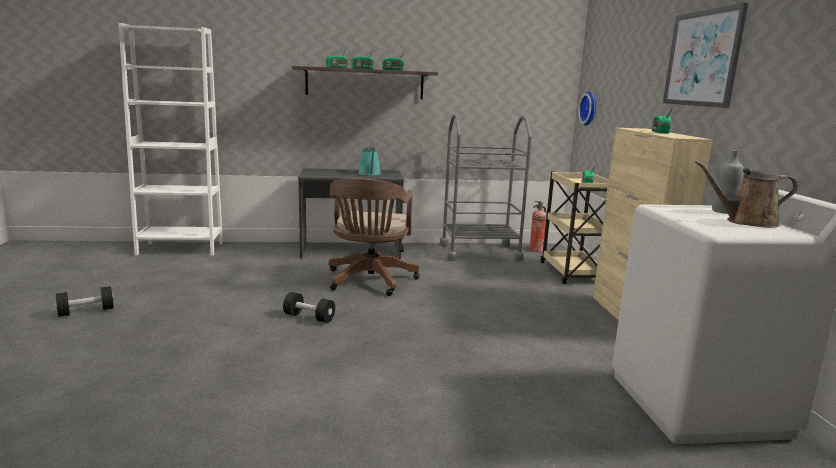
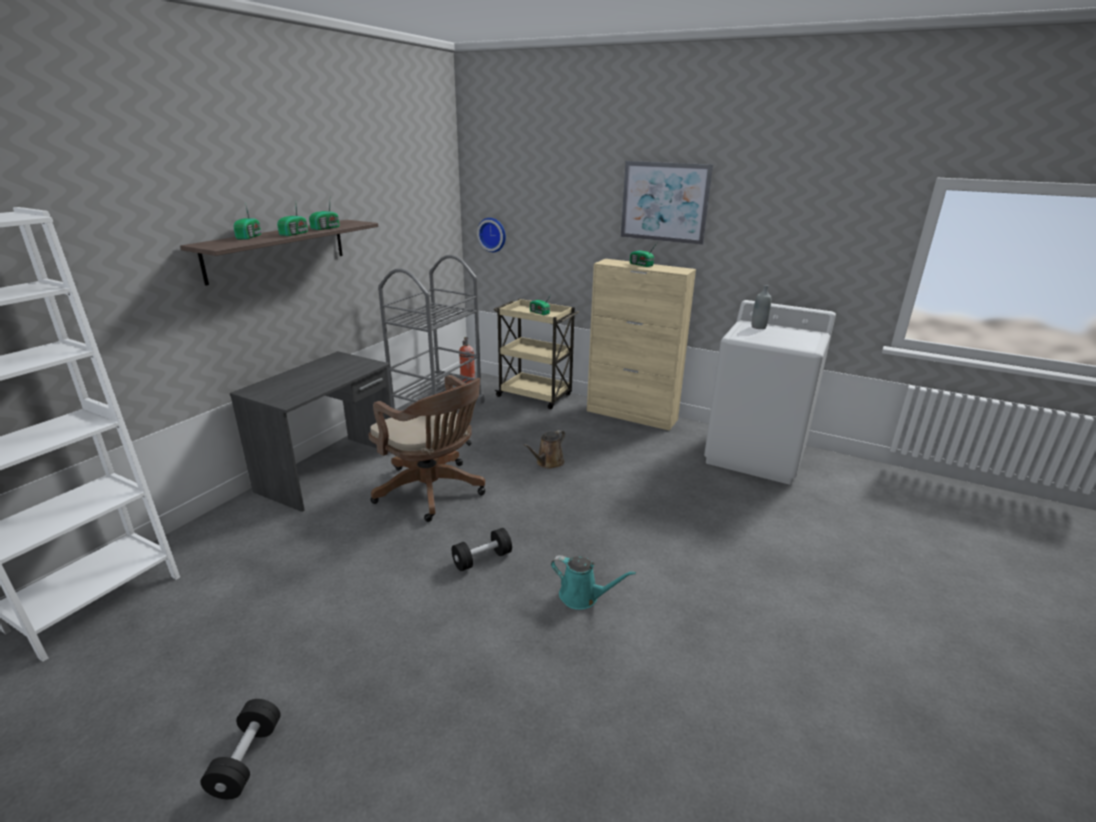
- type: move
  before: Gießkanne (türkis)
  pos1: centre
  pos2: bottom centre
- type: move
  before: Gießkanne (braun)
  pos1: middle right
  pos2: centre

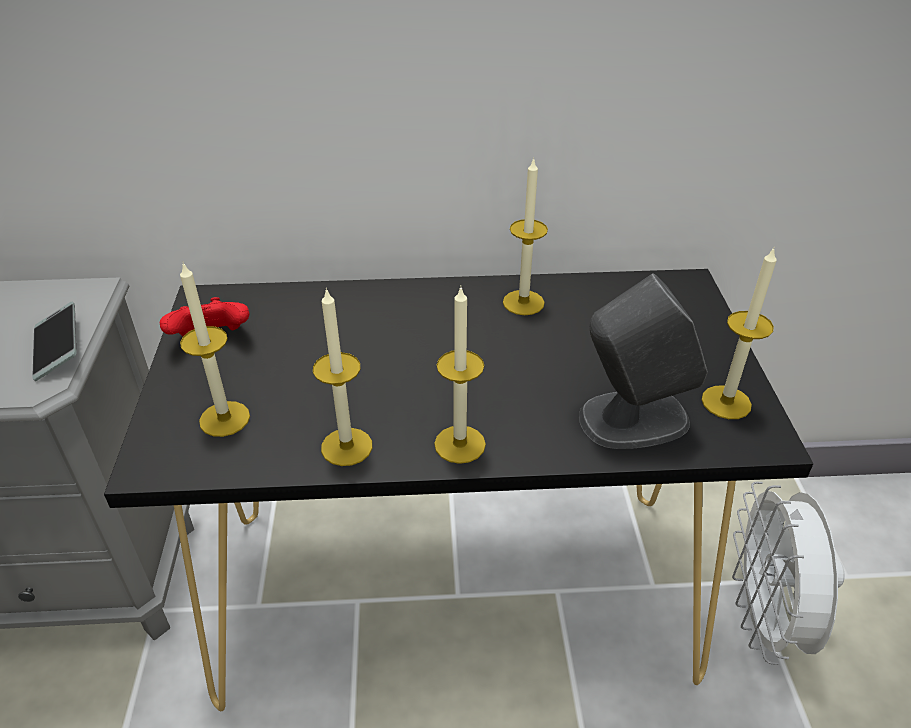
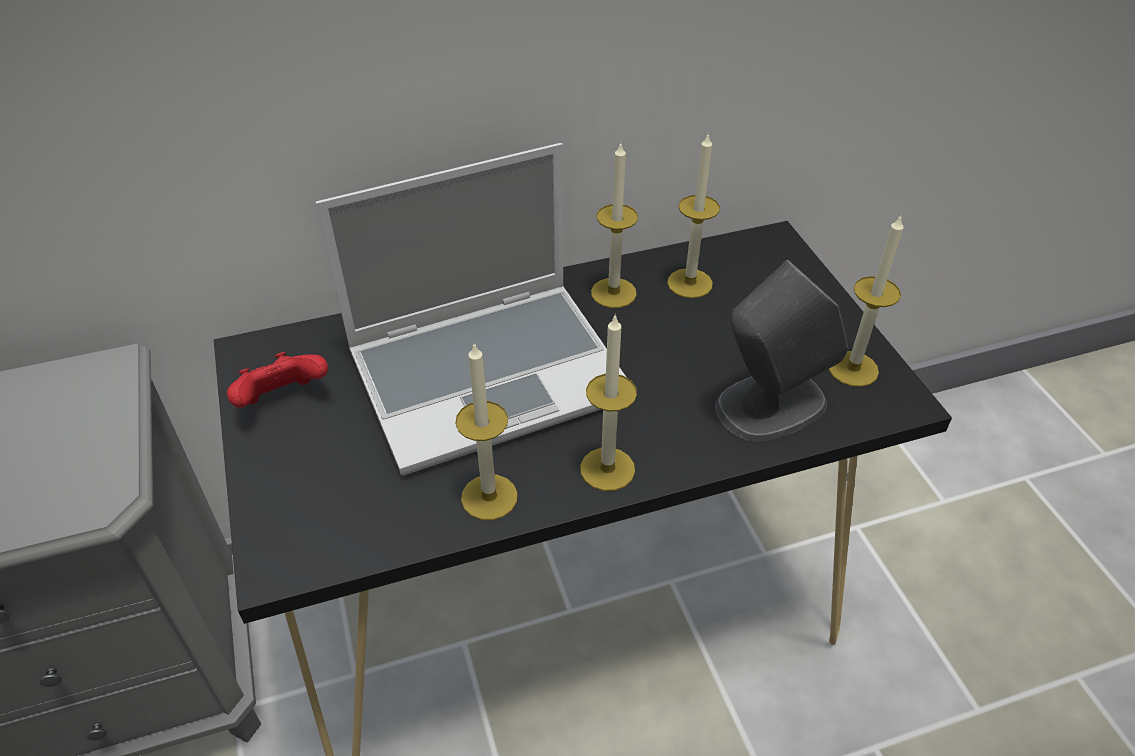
- type: delete
  before: Handy
  pos1: middle left
- type: delete
  before: Ventilator (weiß)
  pos1: bottom right
- type: insert
  after: Laptop
  pos2: centre
- type: move
  before: Kerze (1st from left in the first image)
  after: Kerze (4th from left)
  pos1: middle left
  pos2: top centre

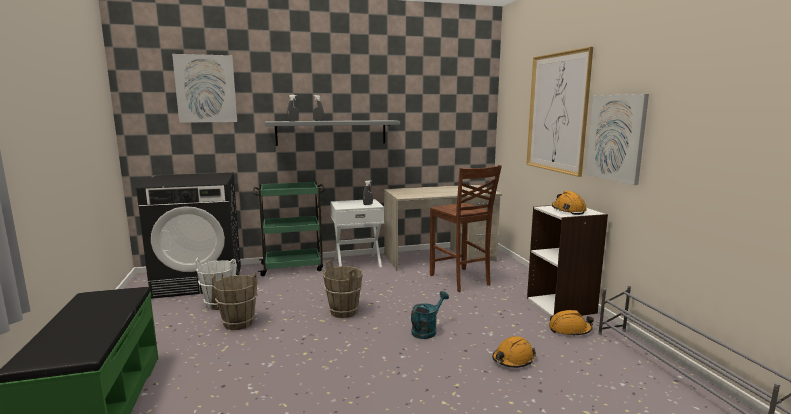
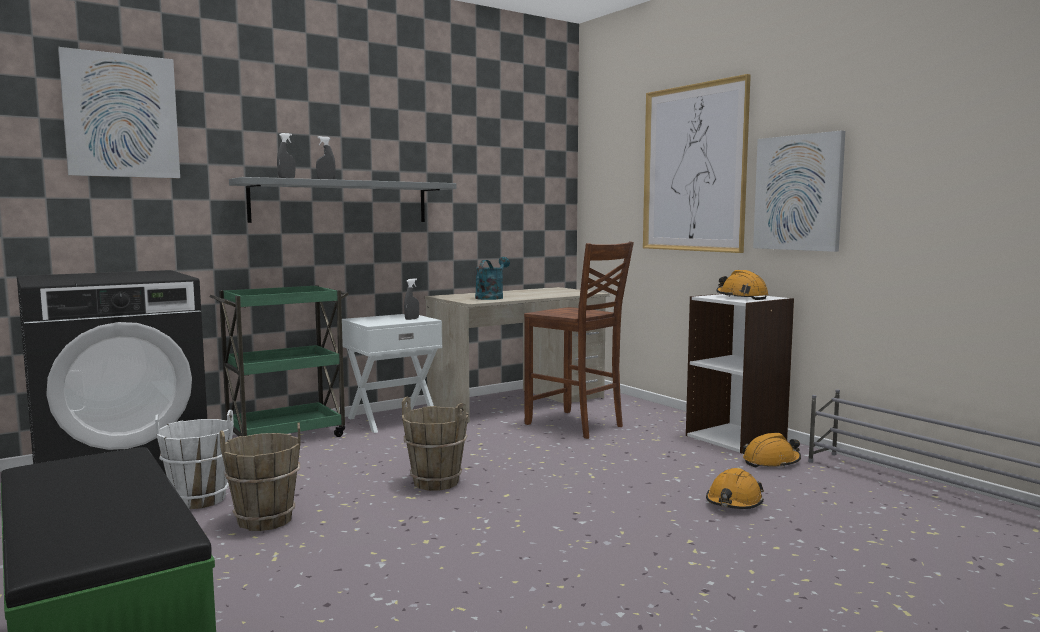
- type: move
  before: Gießkanne (türkis)
  pos1: bottom centre
  pos2: centre

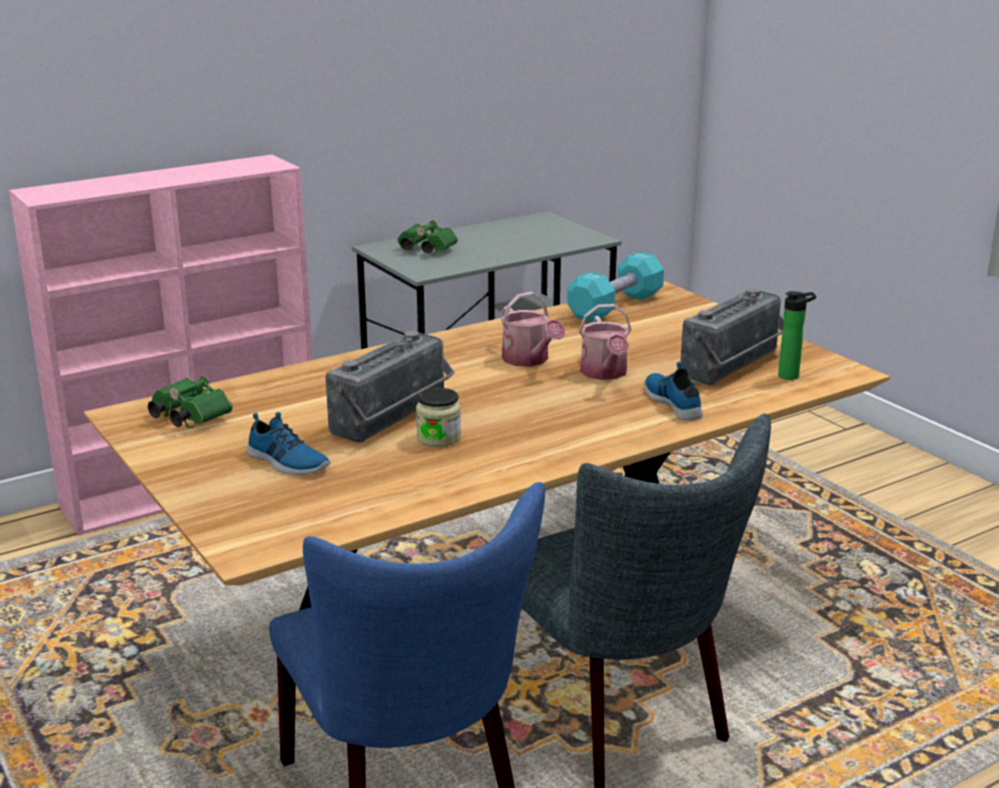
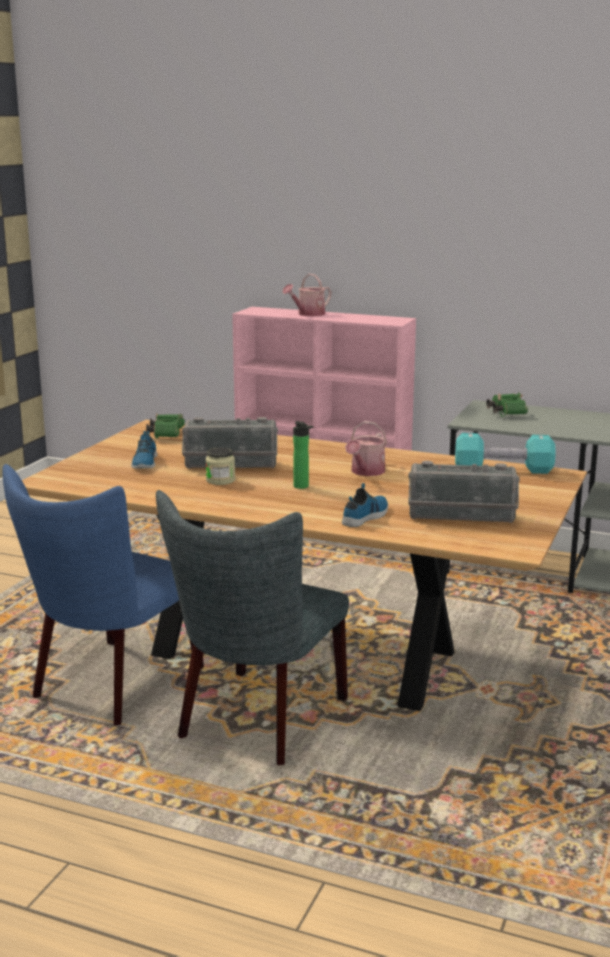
- type: move
  before: Gießkanne (2nd from left in the first image)
  after: Gießkanne (1st from left)
  pos1: centre
  pos2: top centre
- type: move
  before: Flasche
  pos1: middle right
  pos2: centre

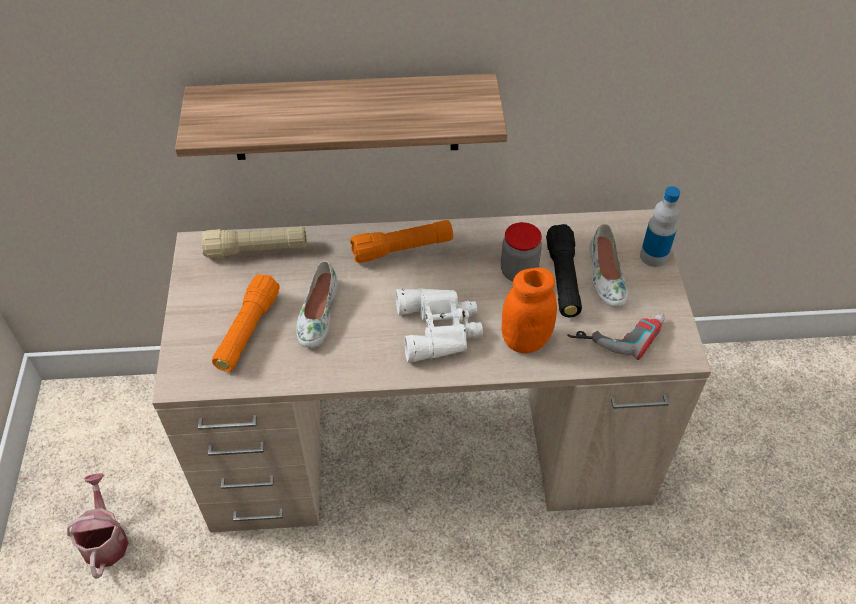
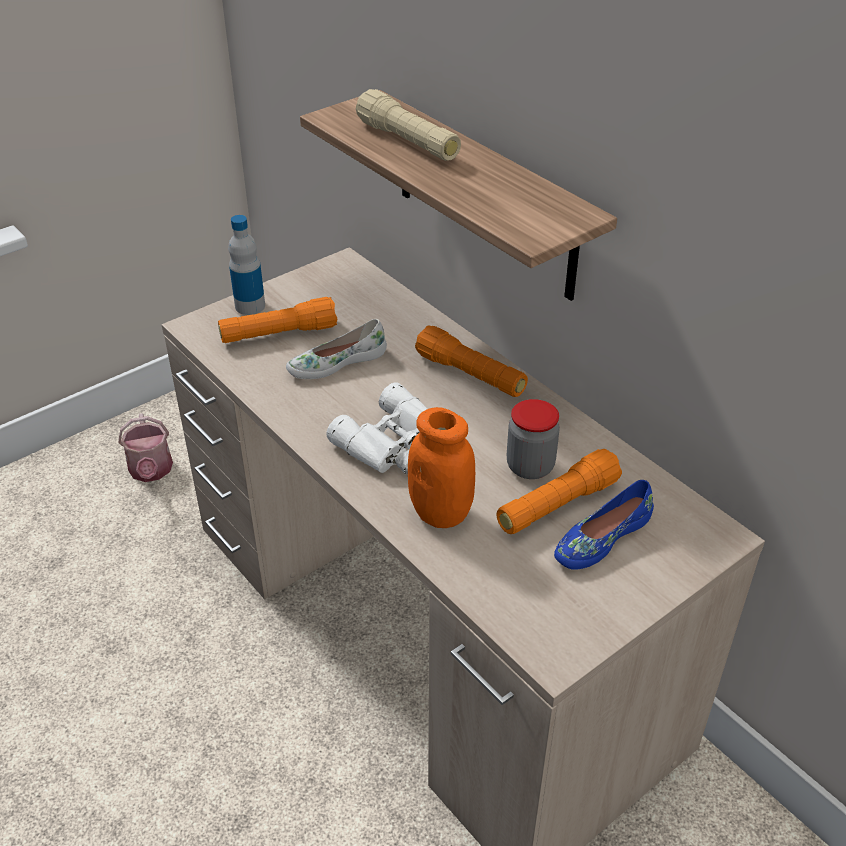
- type: delete
  before: Bohrmaschine
  pos1: middle right
- type: move
  before: Taschenlampe (beige)
  pos1: middle left
  pos2: top centre
- type: move
  before: Flasche
  pos1: middle right
  pos2: top left
- type: recolor
  before: Taschenlampe (schwarz)
  after: Taschenlampe (orange) (3rd from left)
  pos1: centre
  pos2: centre
- type: recolor
  before: Schuh (weiß) (2nd from left)
  after: Schuh (blau)
  pos1: middle right
  pos2: middle right
- type: rotate
  before: Gießkanne
  pos1: bottom left
  pos2: middle left
  turn: 120

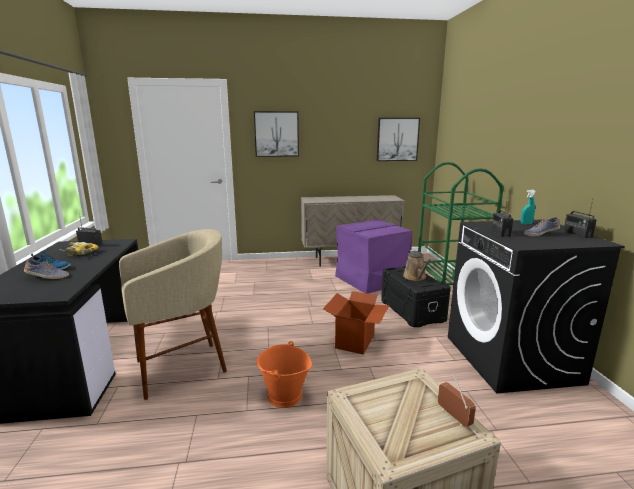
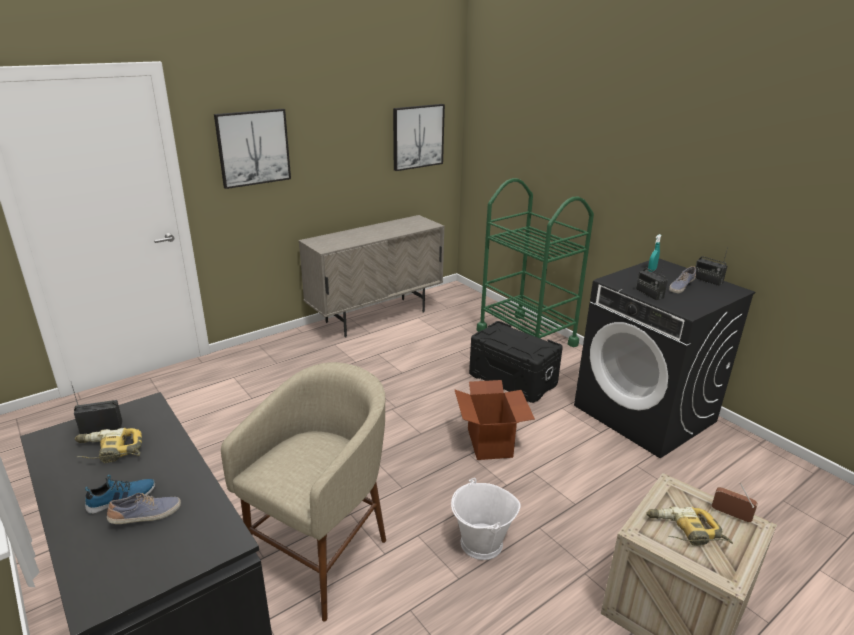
- type: delete
  before: Aufbewahrungsbox (lila)
  pos1: centre
- type: delete
  before: Gießkanne (braun)
  pos1: centre
- type: insert
  after: Bohrmaschine (2nd from left)
  pos2: bottom right
- type: recolor
  before: Eimer (orange)
  after: Eimer (weiß)
  pos1: bottom centre
  pos2: bottom centre

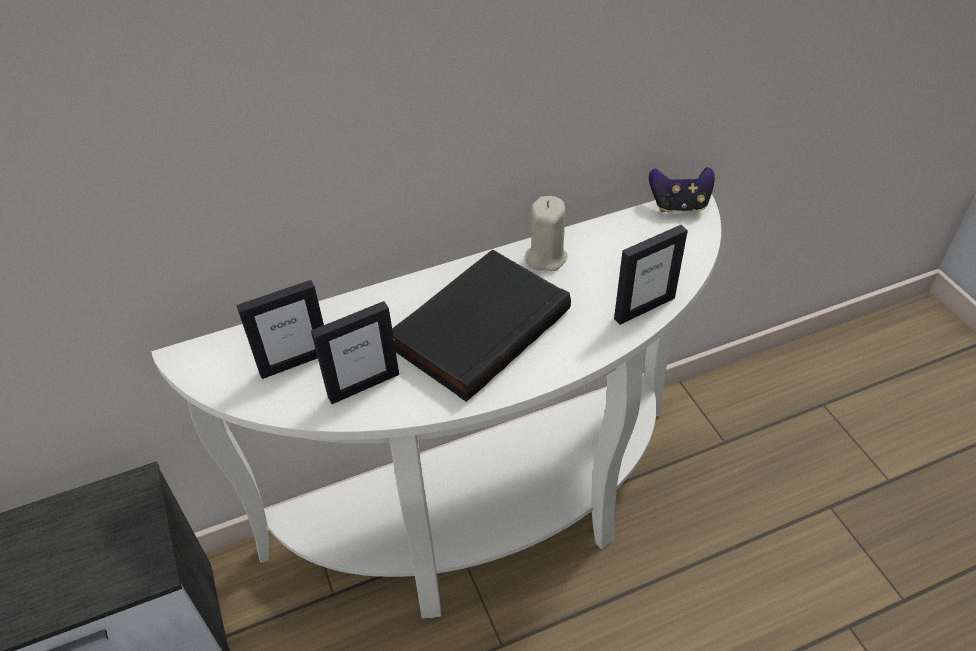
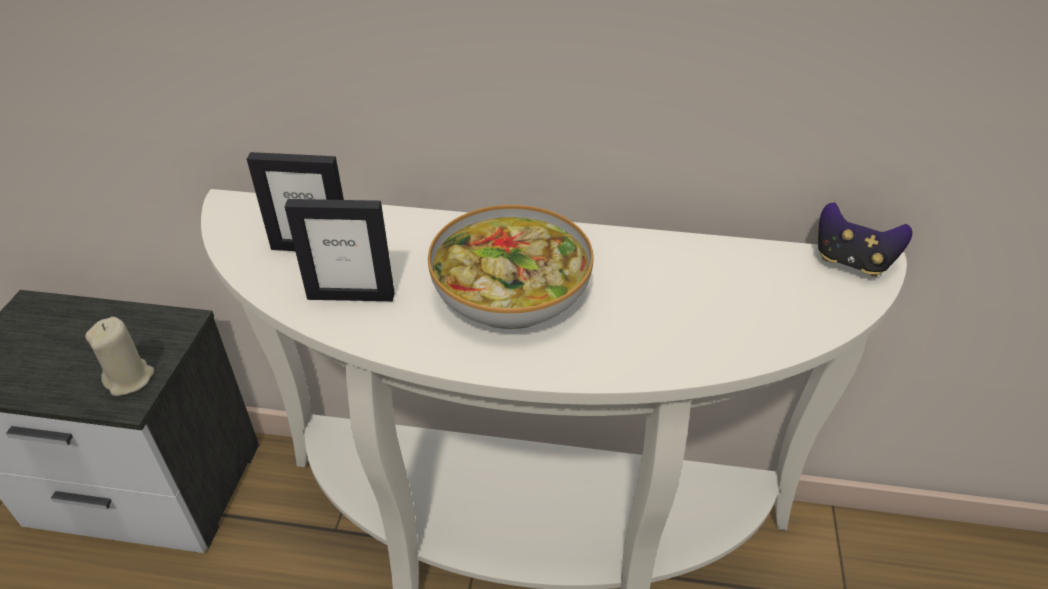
- type: delete
  before: Bilderrahmen (3rd from left)
  pos1: middle right
- type: move
  before: Kerze (beige)
  pos1: centre
  pos2: middle left
- type: replace
  before: Buch (schwarz)
  after: Schüssel
  pos1: centre
  pos2: centre

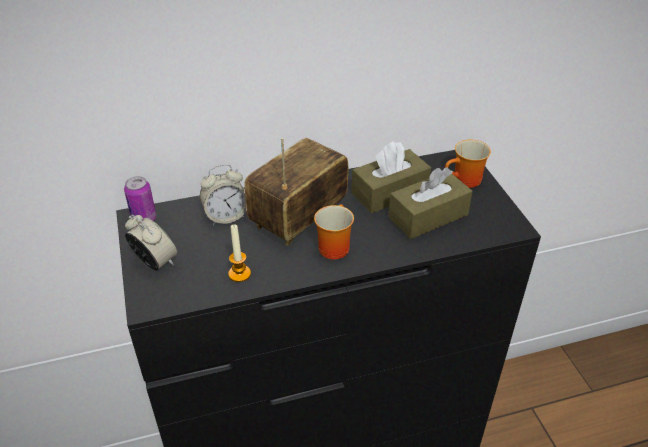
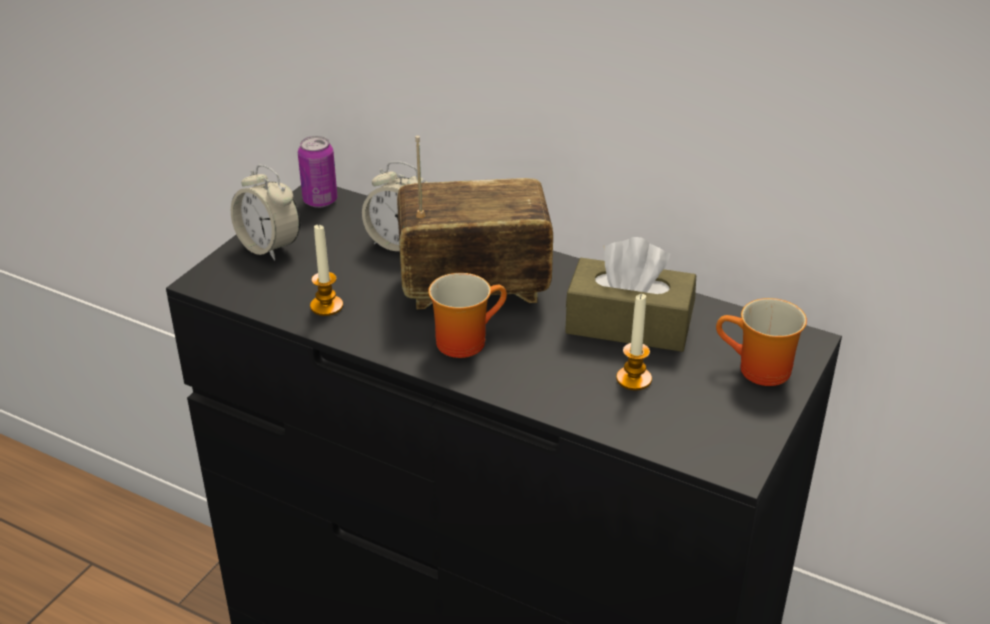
- type: replace
  before: Taschentuchbox (braun) (2nd from left)
  after: Kerze (2nd from left)
  pos1: centre
  pos2: centre
- type: rotate
  before: Wecker (1st from left)
  pos1: middle left
  pos2: middle left
  turn: 135

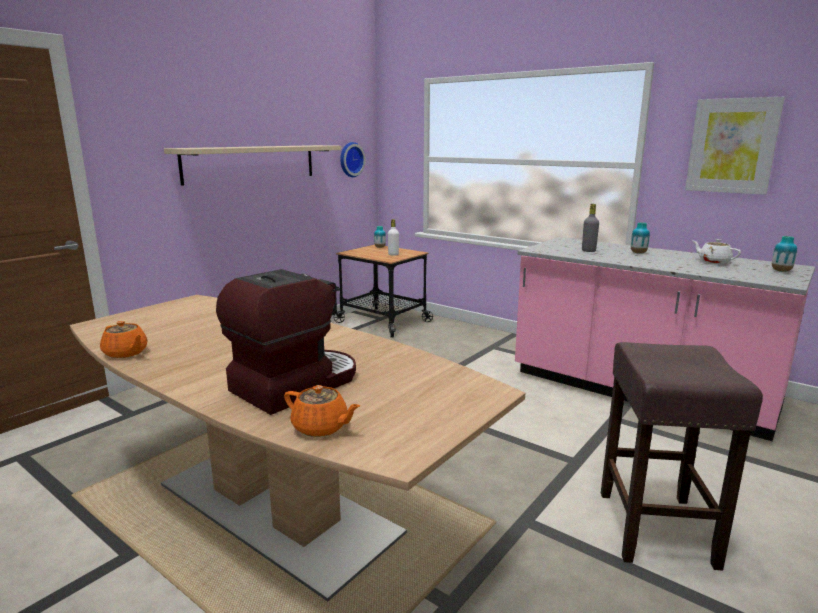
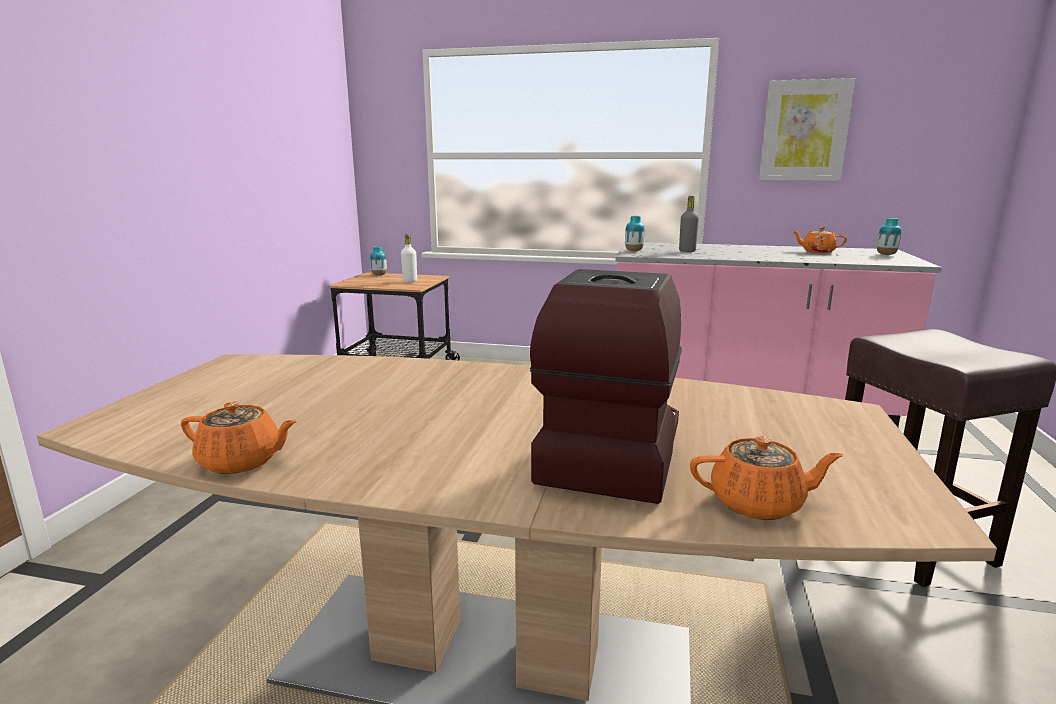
- type: delete
  before: Wandregal (beige)
  pos1: top left
- type: delete
  before: Wanduhr
  pos1: top centre
- type: move
  before: Vase (2nd from left)
  pos1: middle right
  pos2: top centre
- type: recolor
  before: Teekanne (weiß)
  after: Teekanne (orange) (3rd from left)
  pos1: middle right
  pos2: middle right

